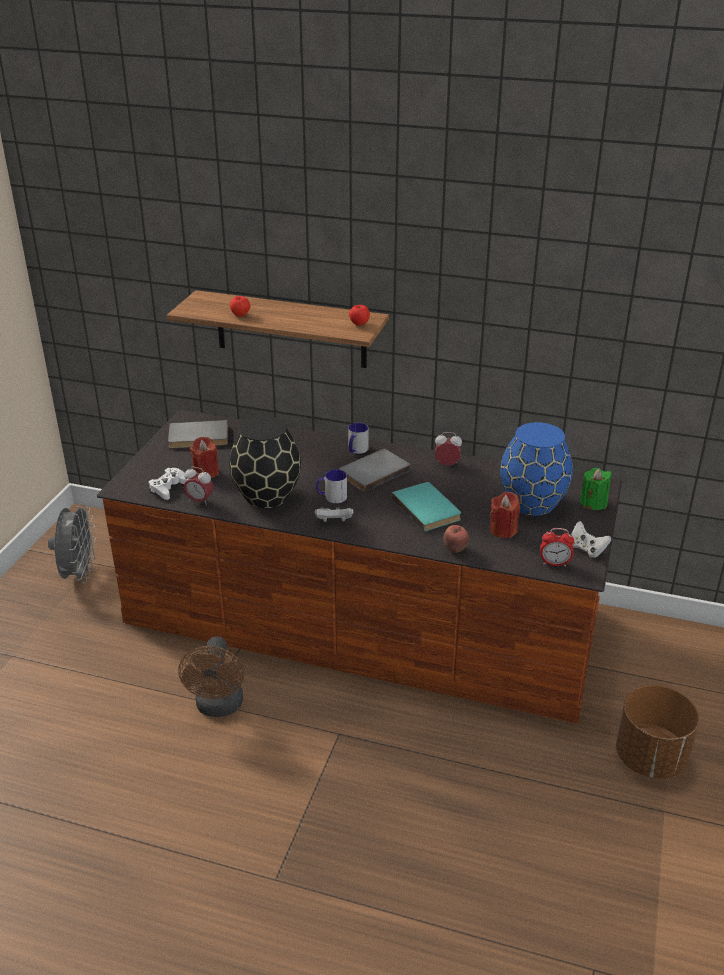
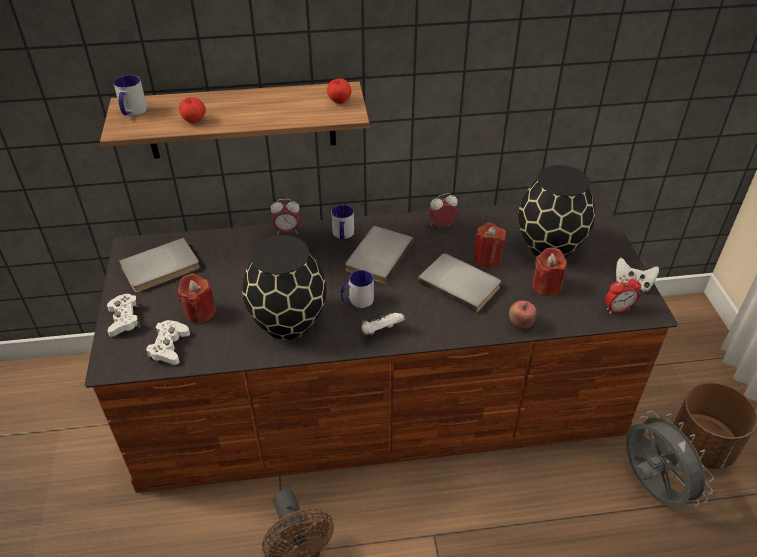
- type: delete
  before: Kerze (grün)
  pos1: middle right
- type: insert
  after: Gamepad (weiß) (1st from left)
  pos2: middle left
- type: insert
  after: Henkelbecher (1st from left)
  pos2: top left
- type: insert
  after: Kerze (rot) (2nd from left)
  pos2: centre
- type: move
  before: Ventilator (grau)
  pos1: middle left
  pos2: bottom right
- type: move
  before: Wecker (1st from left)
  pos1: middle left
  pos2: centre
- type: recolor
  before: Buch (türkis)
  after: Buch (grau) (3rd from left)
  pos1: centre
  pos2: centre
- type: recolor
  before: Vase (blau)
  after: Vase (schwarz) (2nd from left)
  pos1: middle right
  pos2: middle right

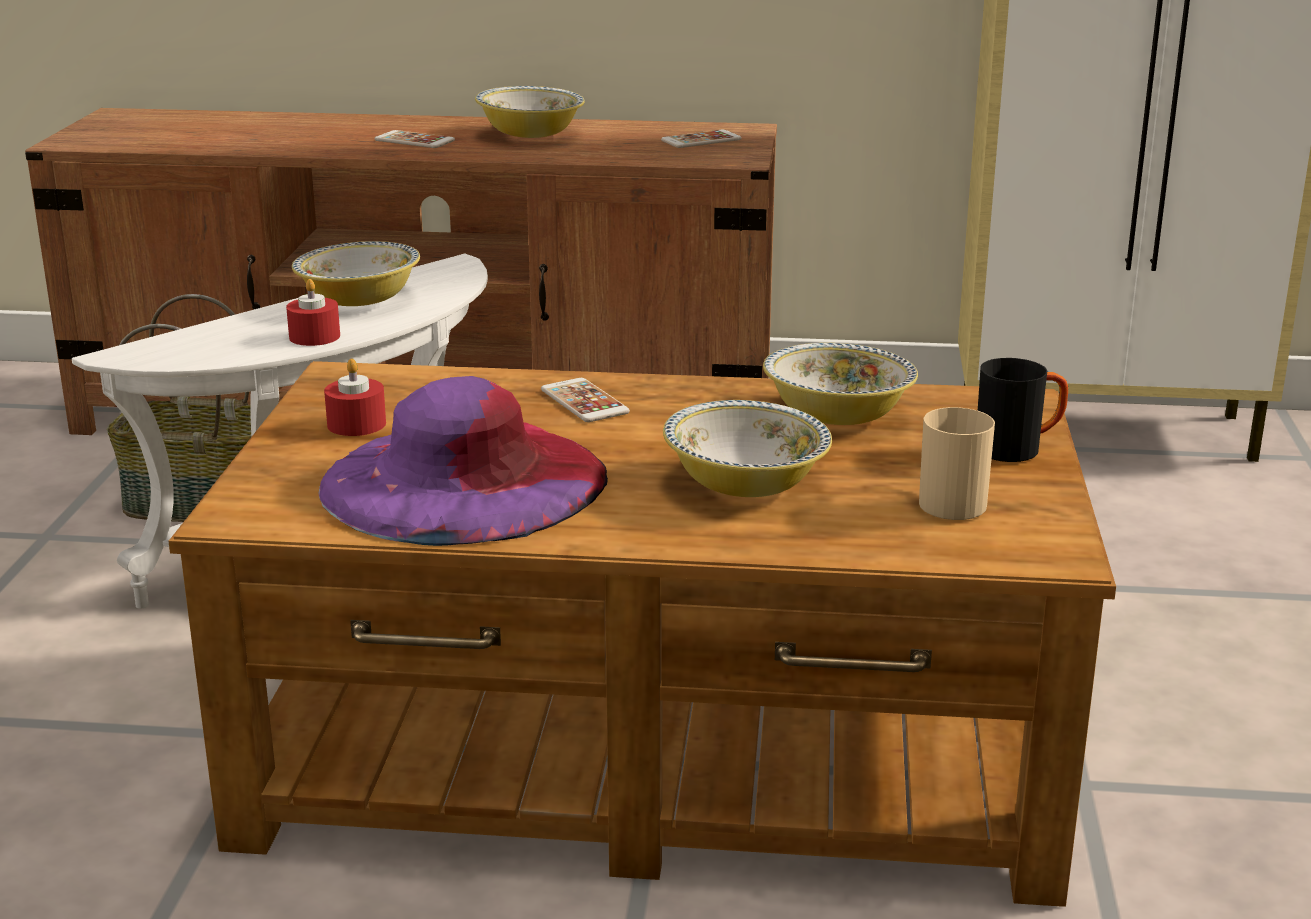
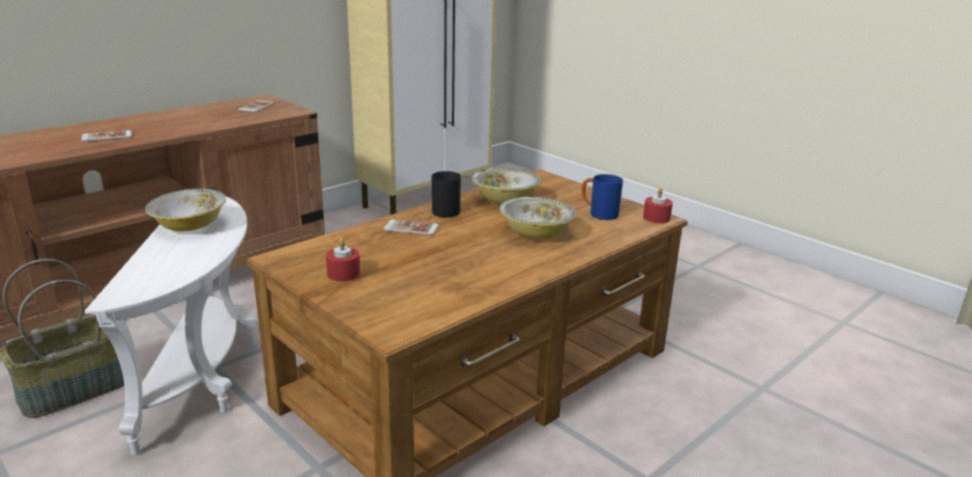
- type: delete
  before: Hut (lila)
  pos1: centre
- type: delete
  before: Schüssel (2nd from left)
  pos1: top centre
- type: move
  before: Kerze (rot) (1st from left in the first image)
  after: Kerze (rot) (2nd from left)
  pos1: middle left
  pos2: middle right
- type: move
  before: Henkelbecher (schwarz)
  pos1: middle right
  pos2: centre
- type: recolor
  before: Henkelbecher (beige)
  after: Henkelbecher (blau)
  pos1: middle right
  pos2: centre

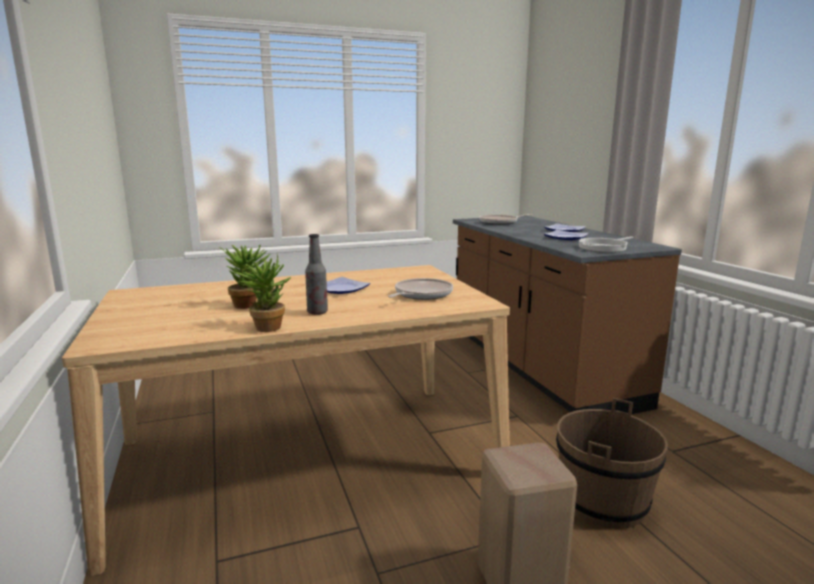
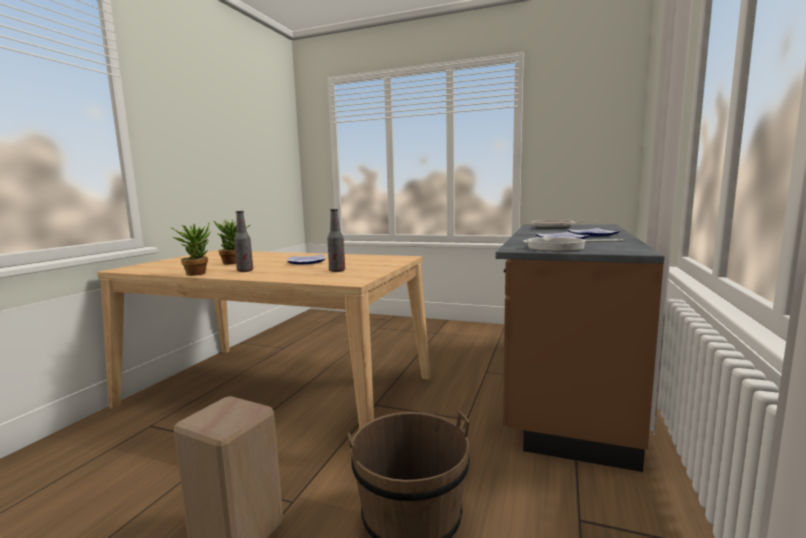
- type: replace
  before: Pfanne (1st from left)
  after: Flasche (2nd from left)
  pos1: centre
  pos2: centre

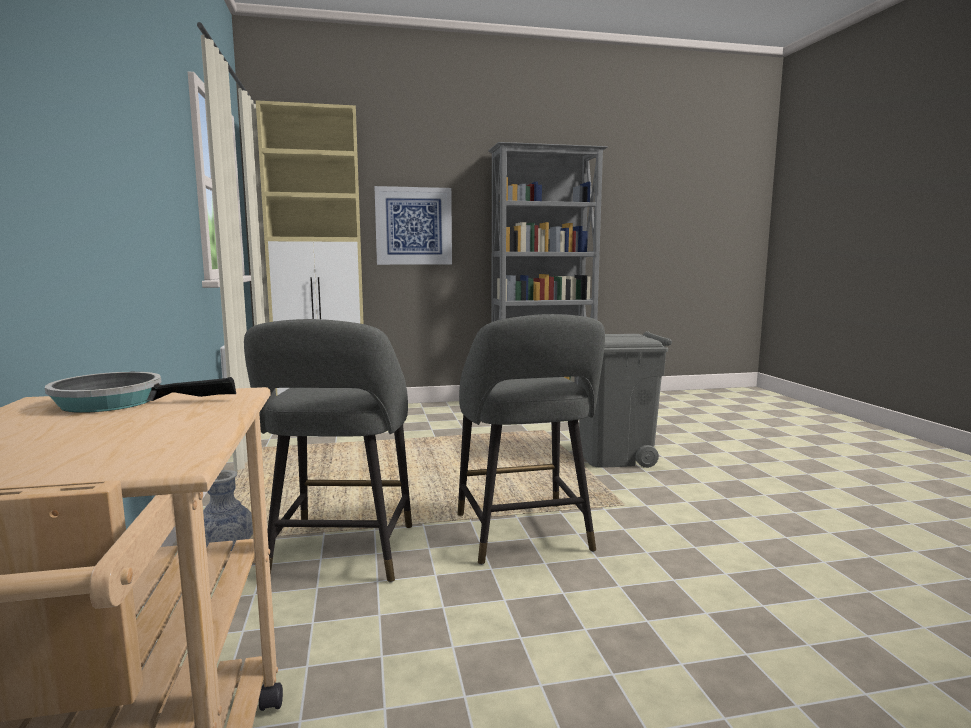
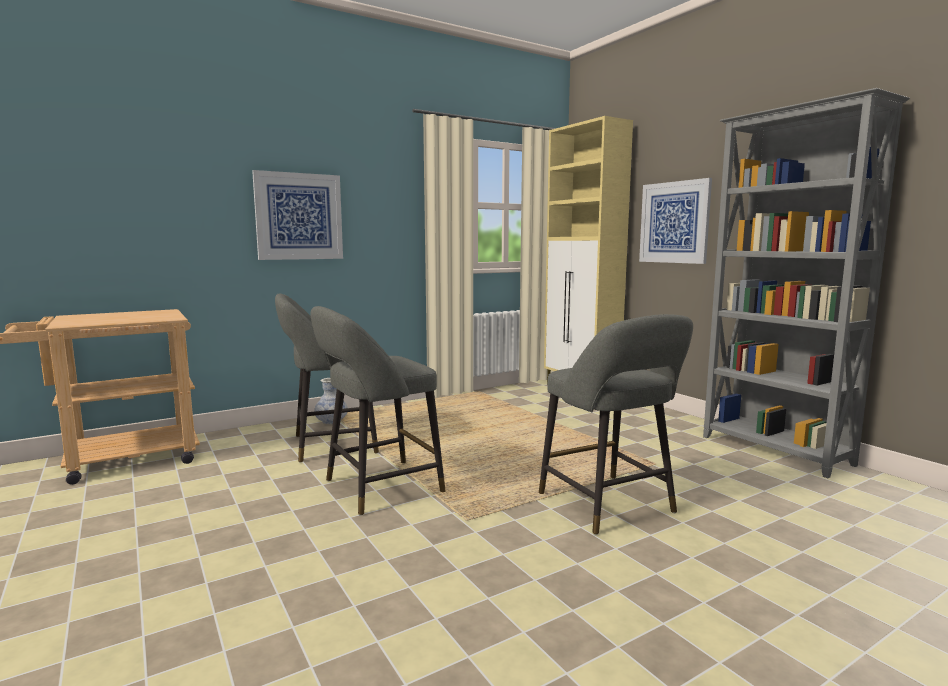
- type: delete
  before: Pfanne
  pos1: middle left
- type: insert
  after: Bild (1st from left)
  pos2: top left
- type: replace
  before: Mülleimer (grau)
  after: Hocker (grau) (3rd from left)
  pos1: centre
  pos2: centre

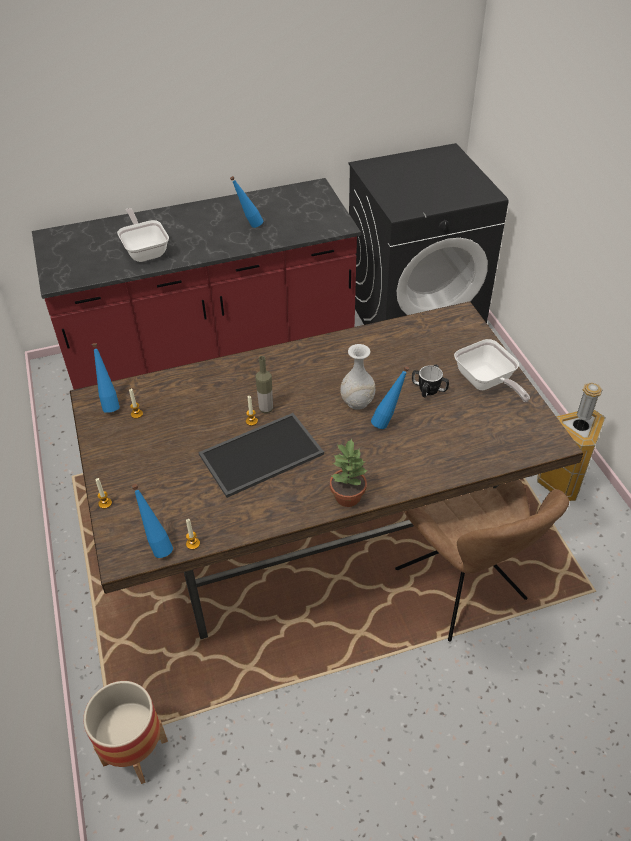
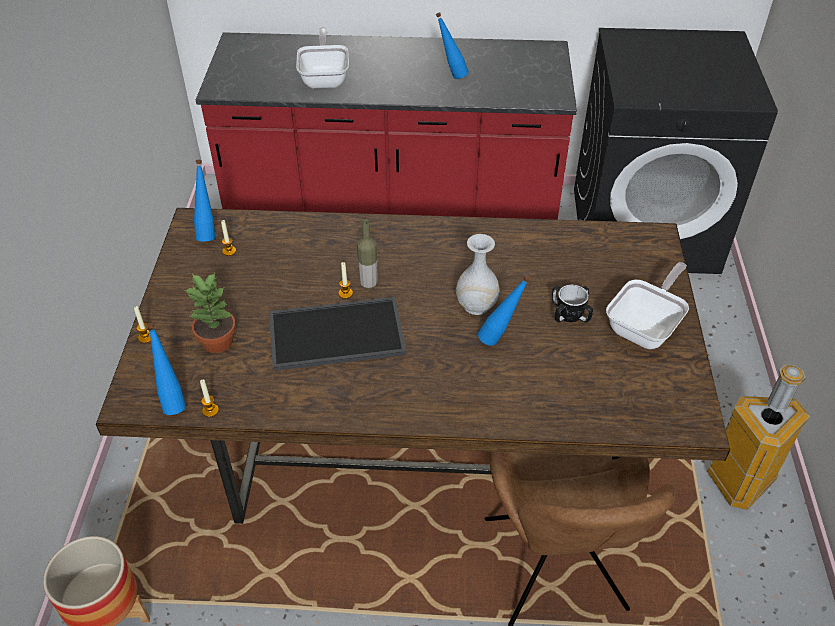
- type: move
  before: Topfpflanze
  pos1: centre
  pos2: middle left
- type: rotate
  before: Pfanne (2nd from left)
  pos1: middle right
  pos2: middle right
  turn: -135

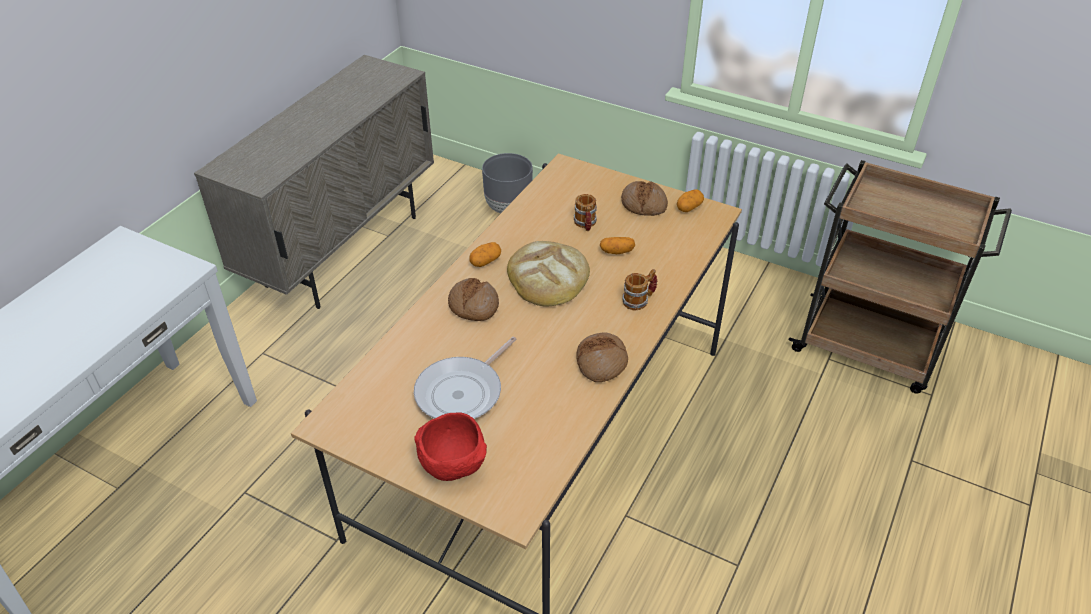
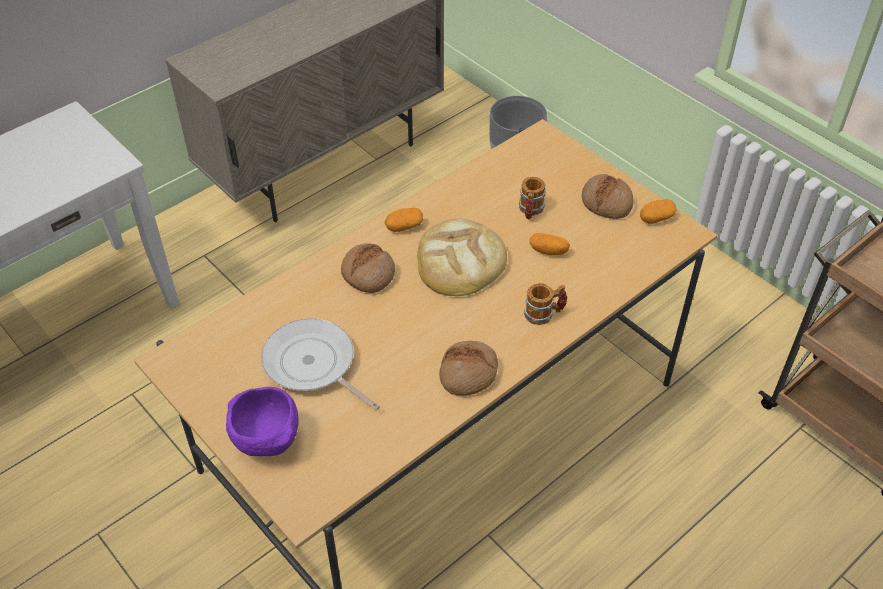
- type: recolor
  before: Schüssel (rot)
  after: Schüssel (lila)
  pos1: bottom centre
  pos2: bottom left
- type: rotate
  before: Pfanne
  pos1: centre
  pos2: centre
  turn: 75

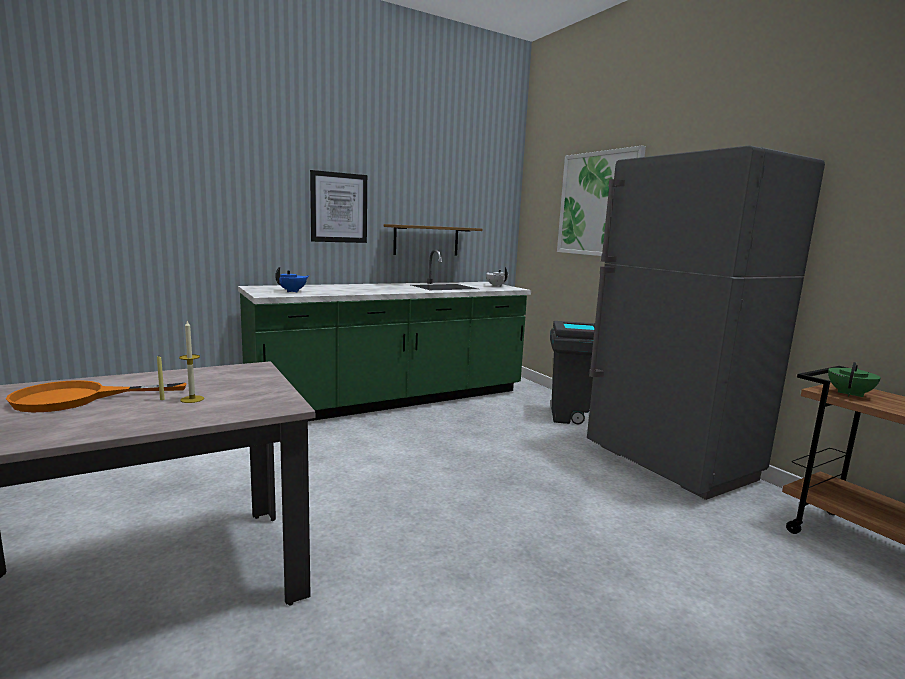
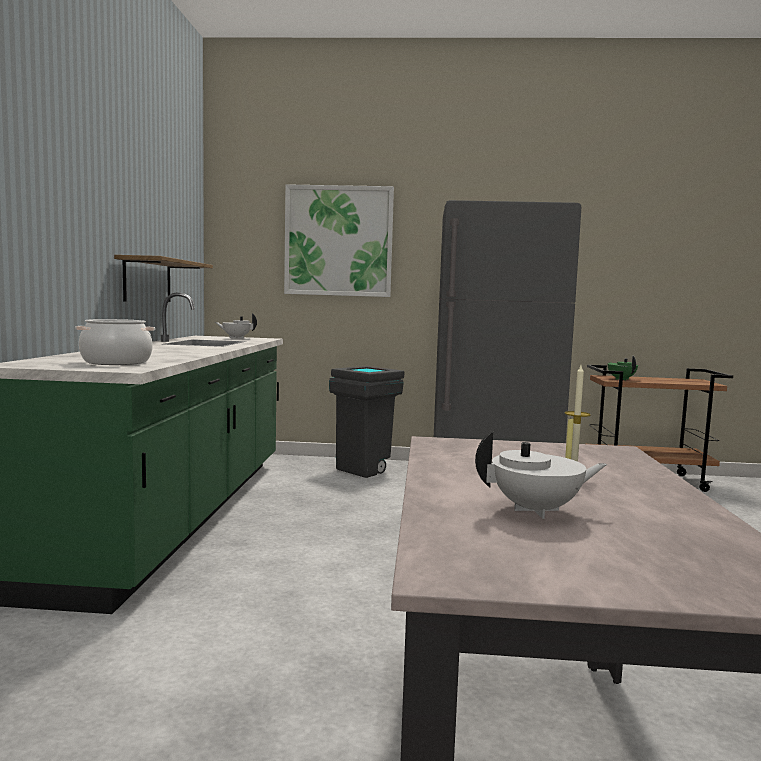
- type: delete
  before: Bild (1st from left)
  pos1: top centre
- type: replace
  before: Pfanne (orange)
  after: Teekanne (weiß) (2nd from left)
  pos1: middle left
  pos2: middle right
- type: replace
  before: Teekanne (blau)
  after: Kochtopf
  pos1: middle left
  pos2: middle left

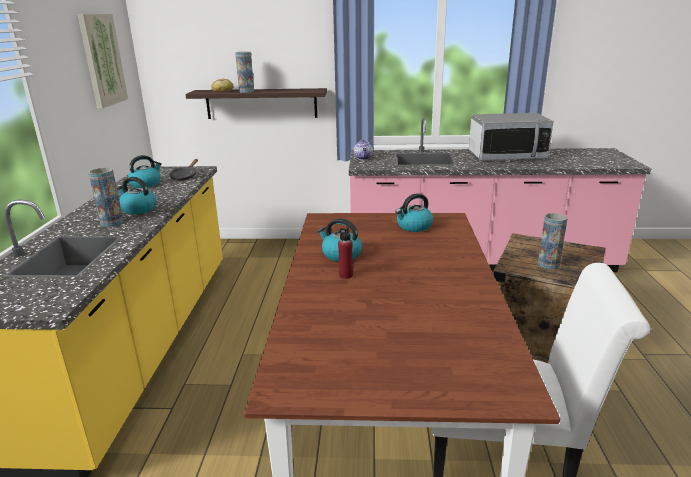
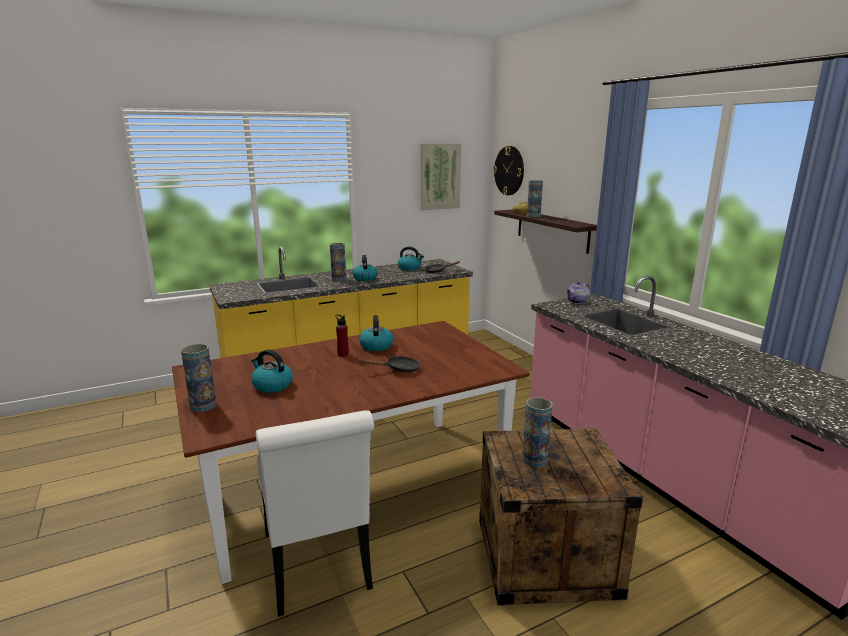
- type: delete
  before: Mikrowelle
  pos1: top right
- type: insert
  after: Vase (1st from left)
  pos2: middle left
- type: insert
  after: Pfanne (schwarz) (1st from left)
  pos2: centre
- type: insert
  after: Wanduhr
  pos2: top centre
- type: move
  before: Wasserkessel (4th from left in the first image)
  after: Wasserkessel (1st from left)
  pos1: centre
  pos2: middle left

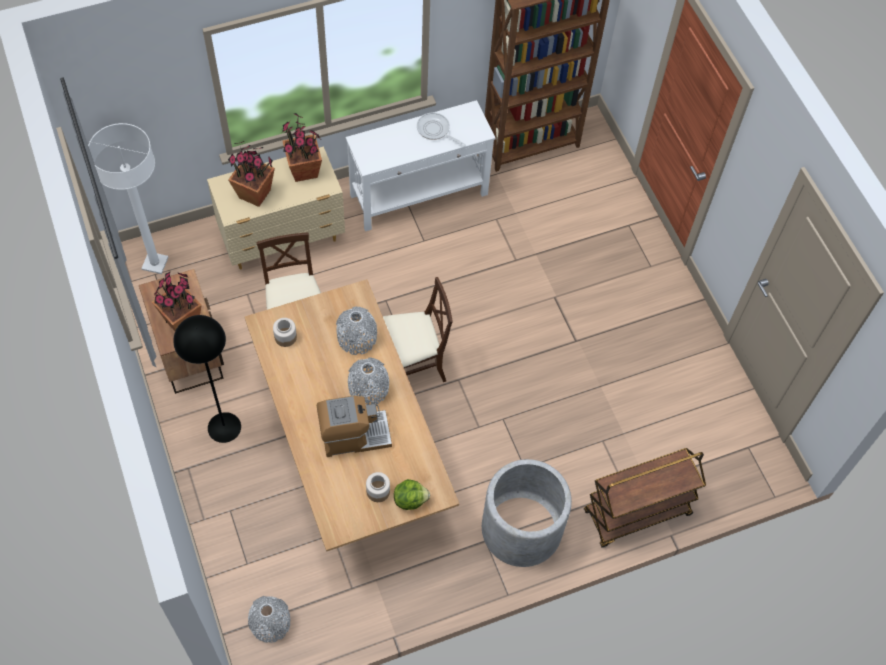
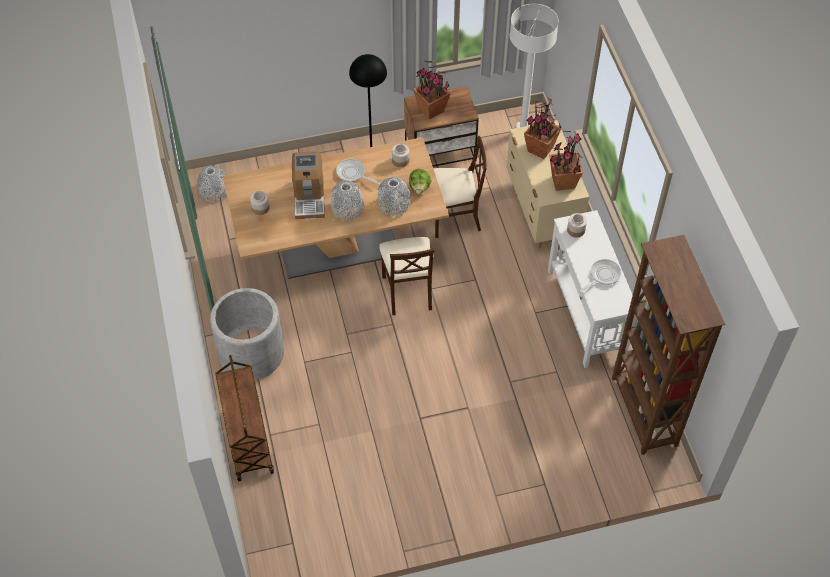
- type: insert
  after: Pfanne (1st from left)
  pos2: top centre
- type: insert
  after: Vorratsglas (3rd from left)
  pos2: middle right
- type: move
  before: Salatkopf
  pos1: bottom centre
  pos2: top centre

